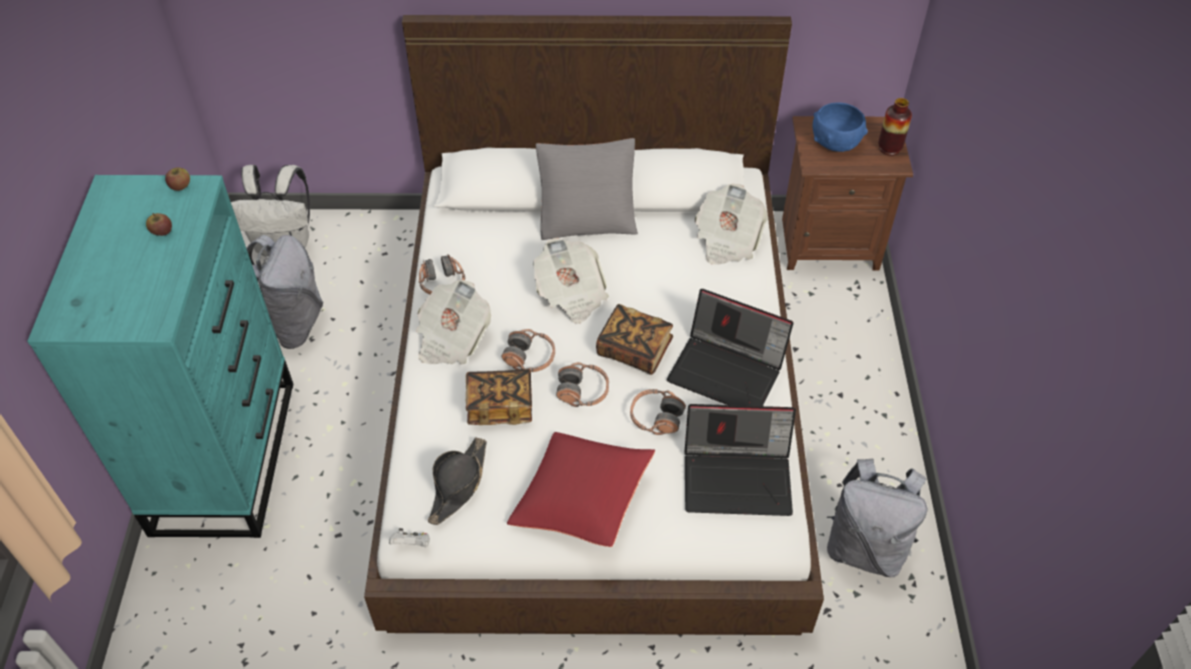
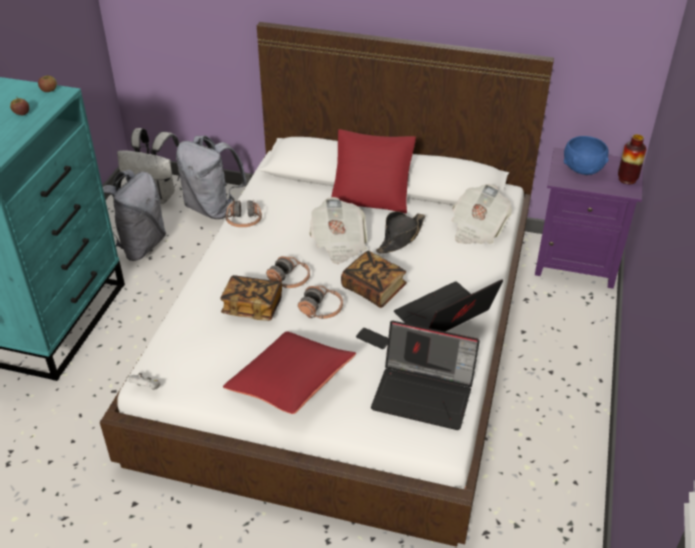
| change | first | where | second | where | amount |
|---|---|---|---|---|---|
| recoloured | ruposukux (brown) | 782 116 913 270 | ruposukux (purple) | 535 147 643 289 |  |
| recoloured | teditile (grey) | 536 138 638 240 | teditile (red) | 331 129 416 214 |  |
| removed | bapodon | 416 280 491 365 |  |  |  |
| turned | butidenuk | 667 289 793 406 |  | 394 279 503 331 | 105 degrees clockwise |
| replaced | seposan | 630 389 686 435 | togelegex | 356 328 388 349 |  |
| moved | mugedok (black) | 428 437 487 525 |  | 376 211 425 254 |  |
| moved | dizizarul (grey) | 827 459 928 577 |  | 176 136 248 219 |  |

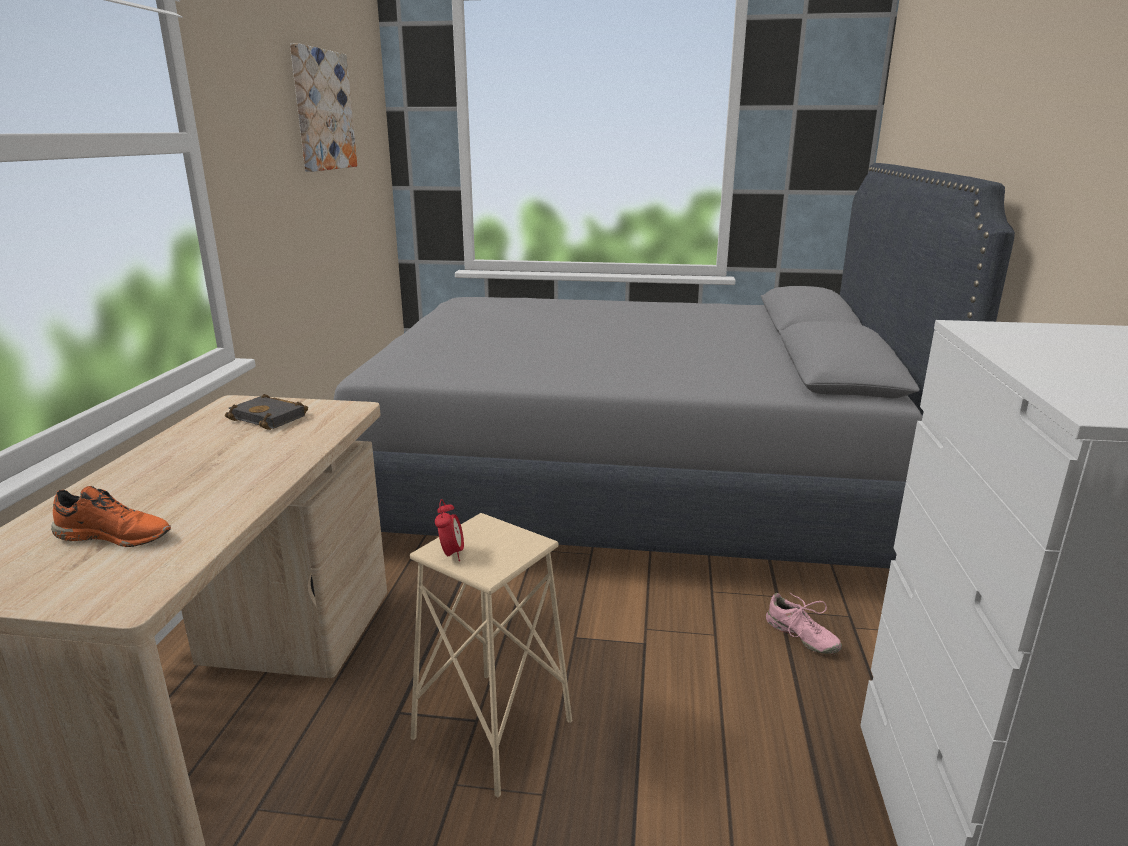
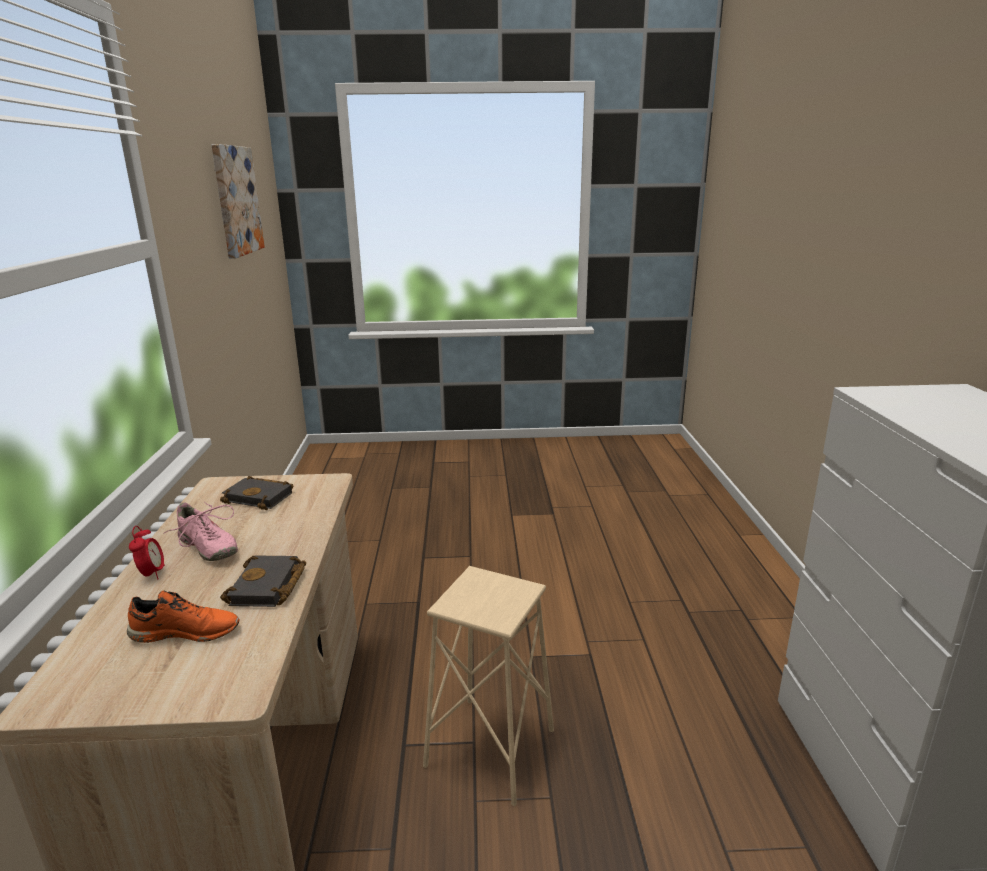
| change | first | where | second | where | amount |
|---|---|---|---|---|---|
| removed | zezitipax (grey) | 334 163 1015 568 |  |  |  |
| moved | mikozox | 435 499 464 561 |  | 129 526 165 580 |  |
| moved | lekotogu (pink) | 766 592 842 654 |  | 164 502 238 561 |  |
| added |  |  | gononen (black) | 220 556 306 607 |  |

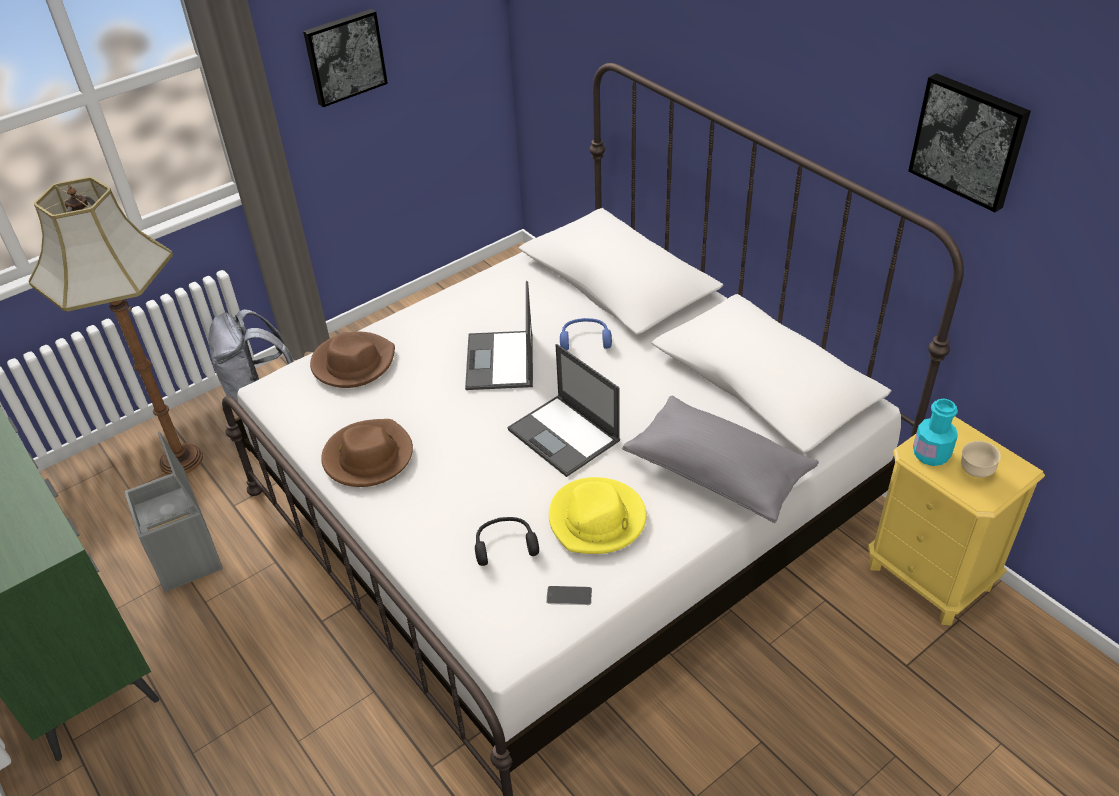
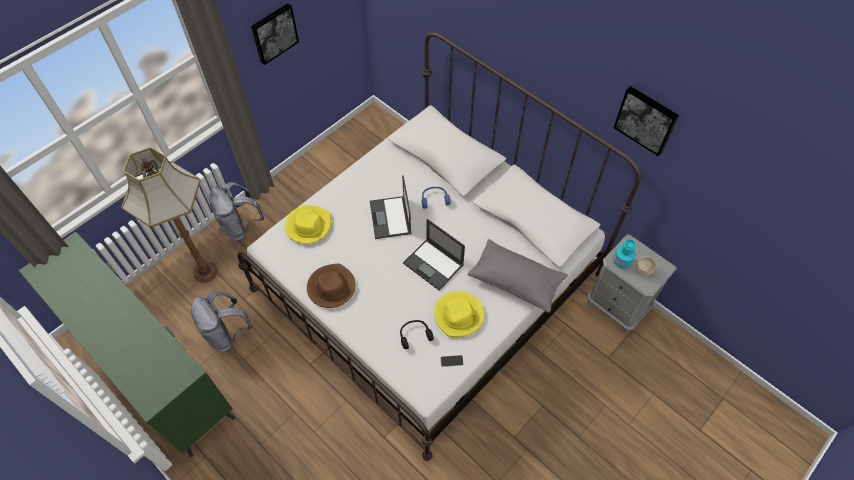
| change | first | where | second | where | amount |
|---|---|---|---|---|---|
| recoloured | mugedok (brown) | 310 332 395 388 | mugedok (yellow) | 285 205 331 244 |  |
| recoloured | ruposukux (yellow) | 868 417 1045 625 | ruposukux (grey) | 587 234 677 333 |  |
| replaced | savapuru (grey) | 124 431 223 592 | dizizarul (grey) | 191 291 253 352 |  |

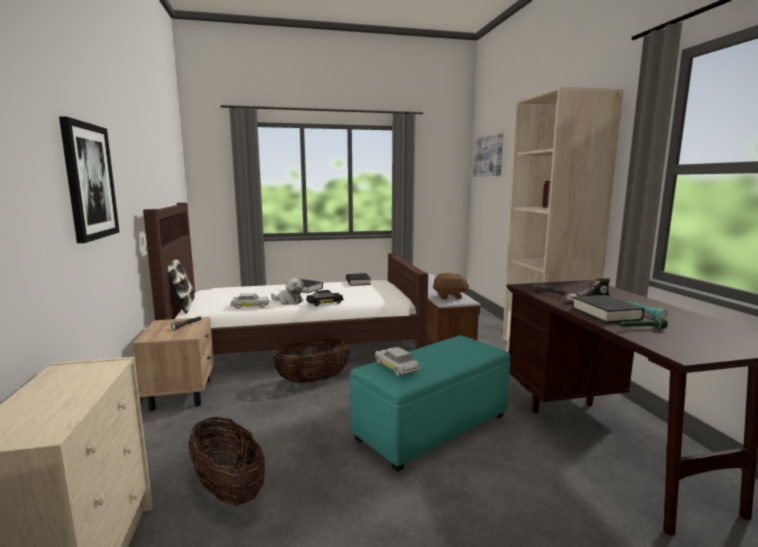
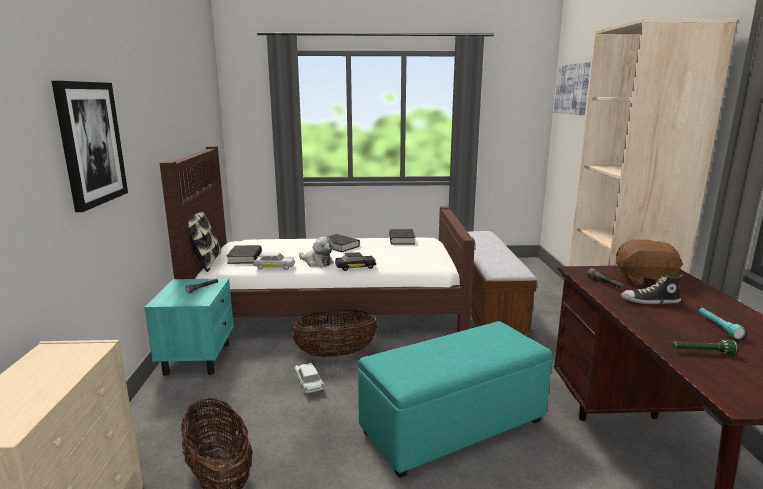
| change | first | where | second | where | amount |
|---|---|---|---|---|---|
| moved | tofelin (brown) | 433 273 469 299 |  | 616 239 683 285 |  |
| moved | gononen (black) | 572 295 645 323 |  | 227 245 262 264 |  |
| recoloured | ruposukux (beige) | 133 317 214 411 | ruposukux (turquoise) | 144 278 234 376 |  |
| moved | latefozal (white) | 375 347 420 376 |  | 295 363 324 394 |  |

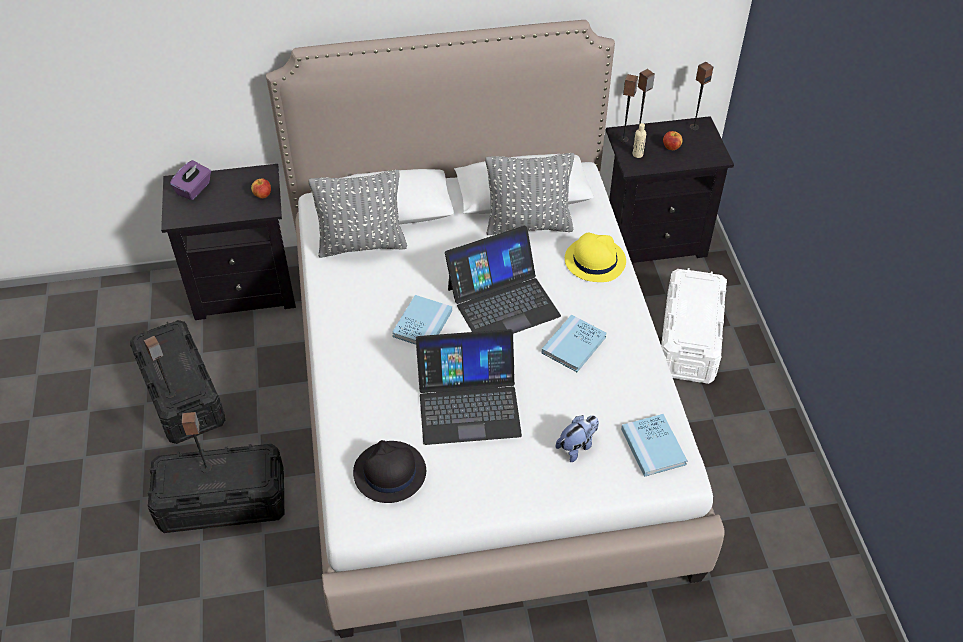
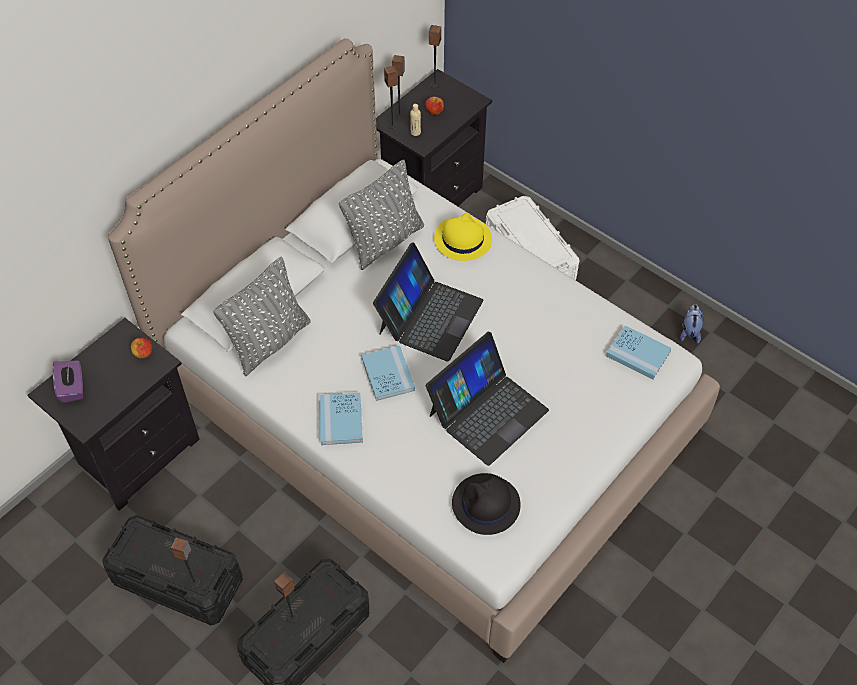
| change | first | where | second | where | amount |
|---|---|---|---|---|---|
| moved | gononen (blue) | 542 314 607 372 |  | 319 392 363 445 |  |
| moved | tofelin | 555 415 599 462 |  | 680 304 704 344 |  |

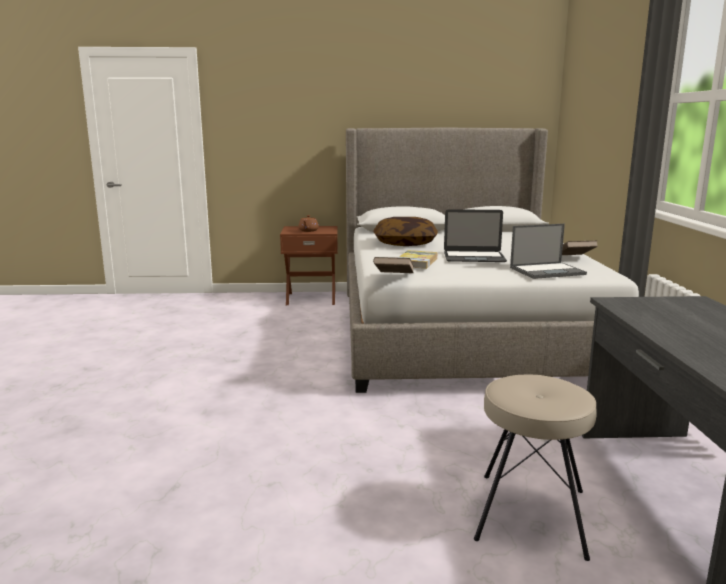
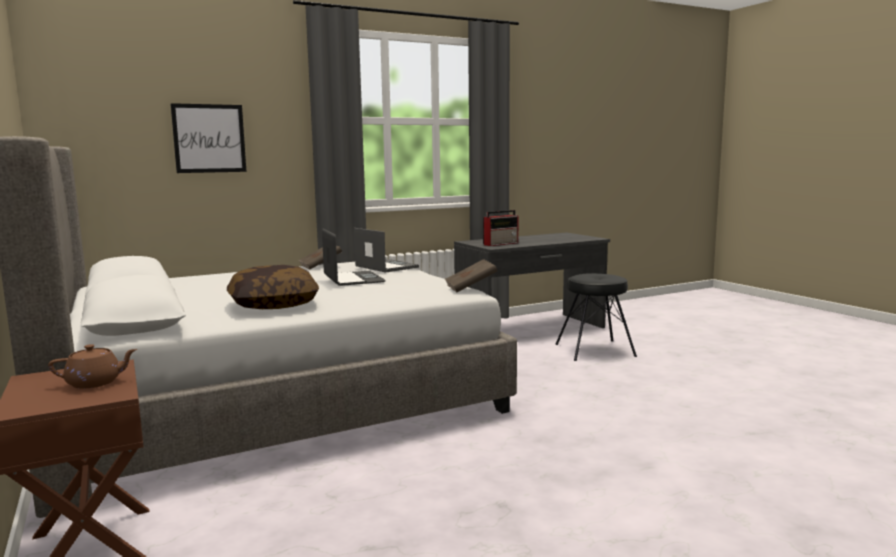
| change | first | where | second | where | amount |
|---|---|---|---|---|---|
| removed | gononen | 398 250 437 269 |  |  |  |
| recoloured | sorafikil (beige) | 474 375 596 561 | sorafikil (black) | 555 273 637 361 |  |
| added |  |  | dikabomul | 171 103 246 173 |  |
| added |  |  | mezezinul | 483 210 518 246 |  |

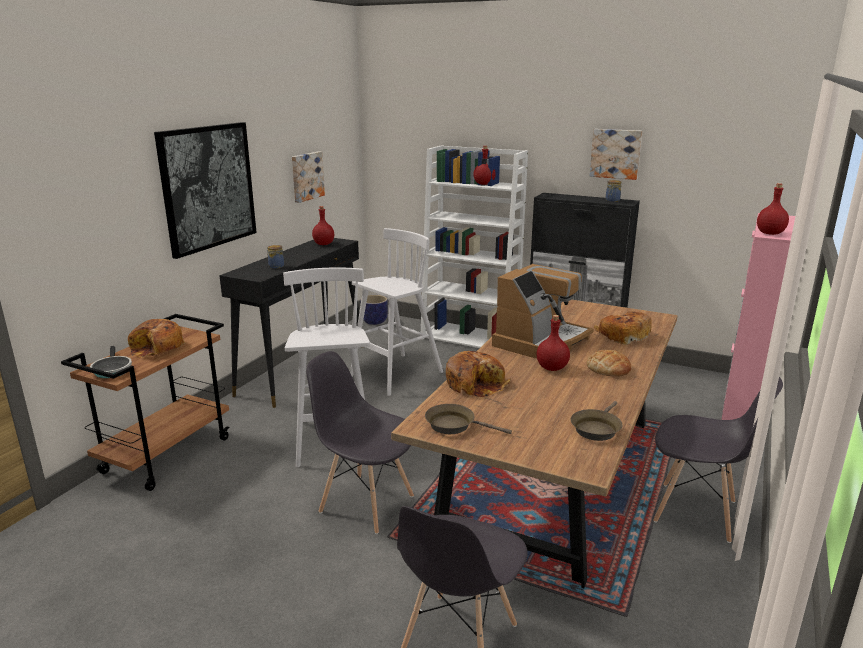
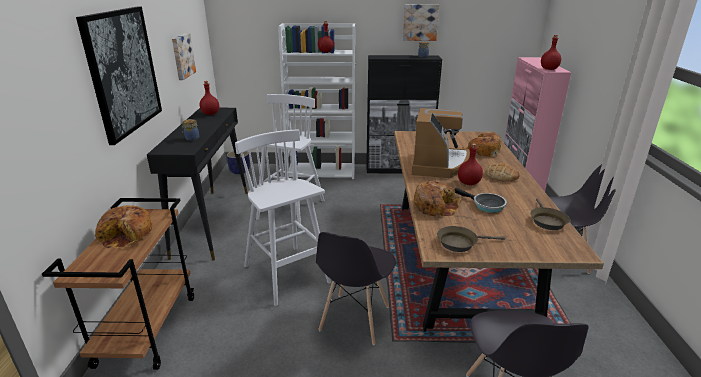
| change | first | where | second | where | amount |
|---|---|---|---|---|---|
| moved | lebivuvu | 90 346 132 378 |  | 454 188 507 213 |  |
| turned | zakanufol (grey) | 306 351 414 534 |  | 316 232 396 345 | 75 degrees counterclockwise |

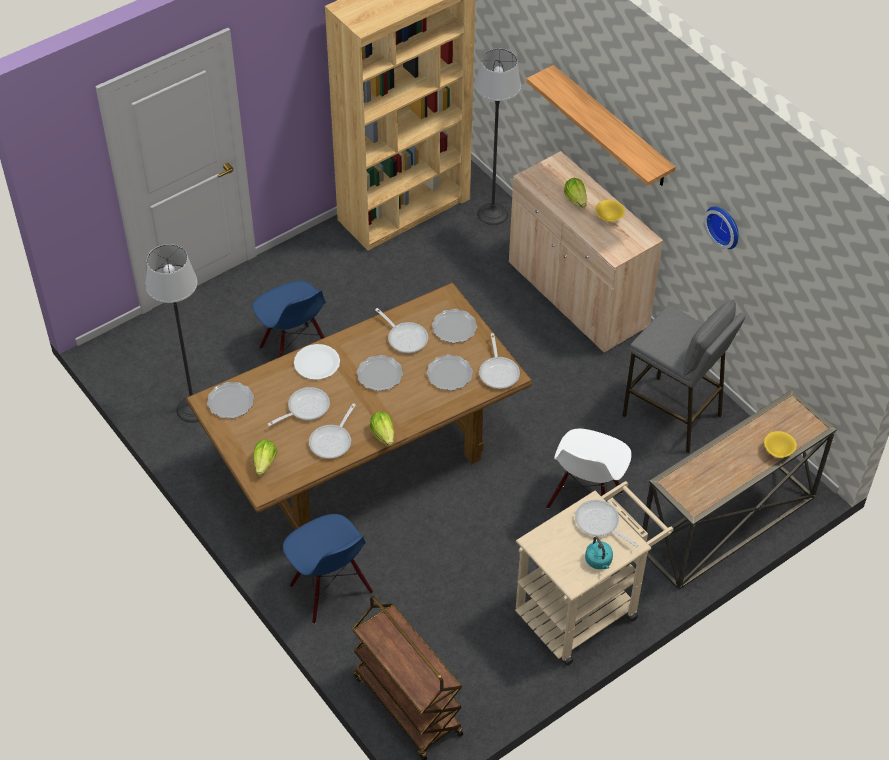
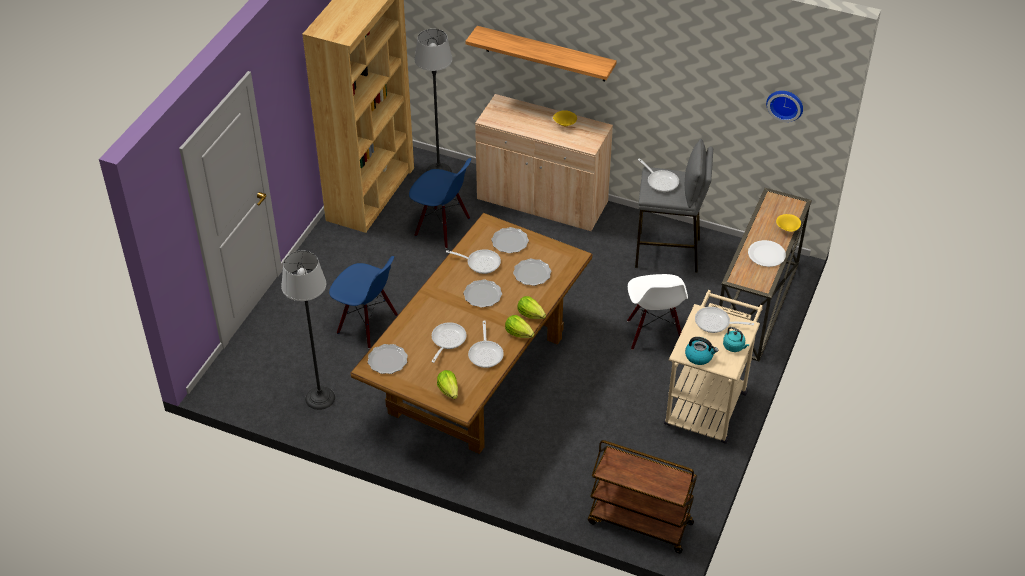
| change | first | where | second | where | amount |
|---|---|---|---|---|---|
| moved | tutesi | 564 178 587 208 |  | 518 296 546 319 |  |
| moved | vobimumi | 704 206 739 249 |  | 766 91 803 122 |  |
| moved | lebivuvu | 479 333 520 389 |  | 638 158 679 192 |  |
| moved | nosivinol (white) | 294 344 340 380 |  | 748 240 786 267 |  |
| moved | zakanufol (blue) | 283 514 373 624 |  | 409 158 471 249 |  |
| added |  |  | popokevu | 685 337 718 365 |  |

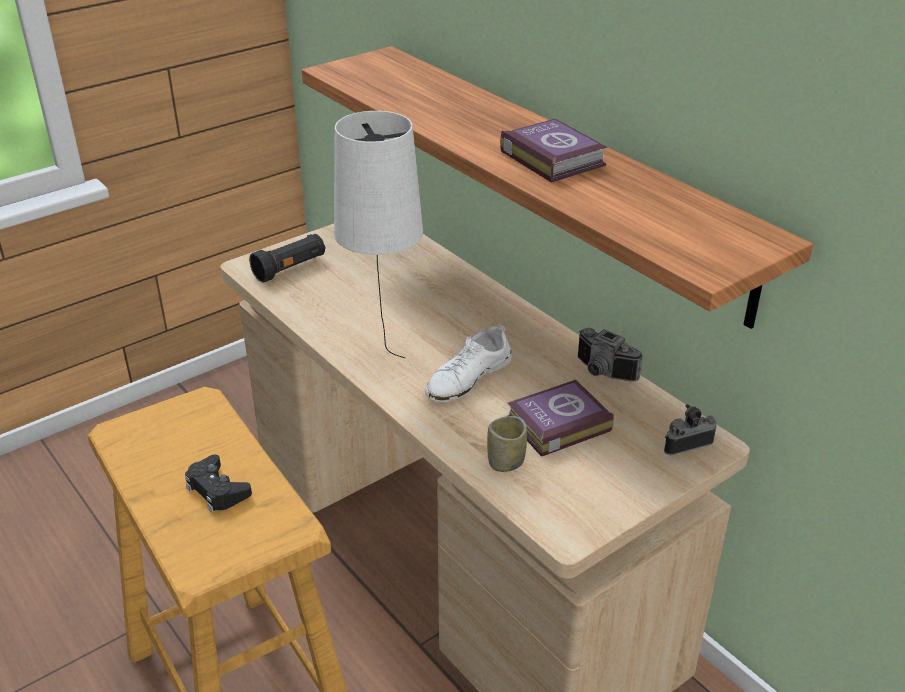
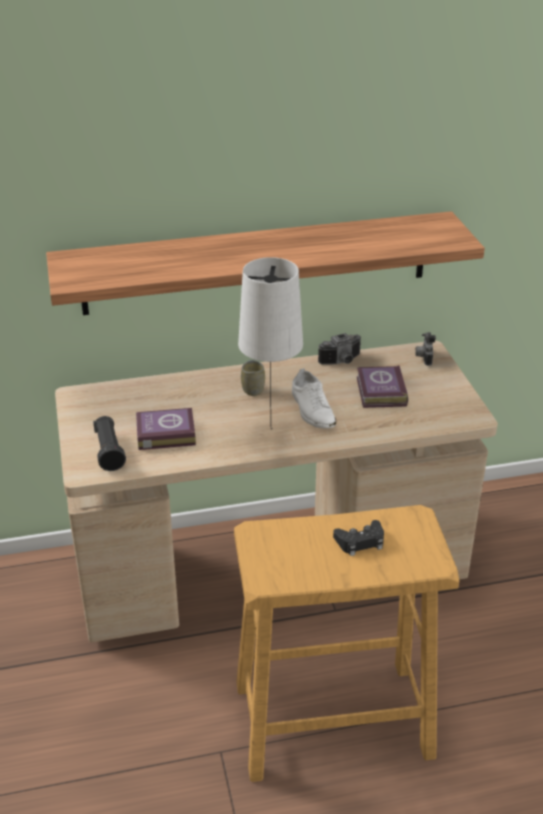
| change | first | where | second | where | amount |
|---|---|---|---|---|---|
| moved | gononen | 500 119 607 183 |  | 136 408 196 450 |  |
| moved | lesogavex | 487 416 527 472 |  | 241 360 265 396 |  |

